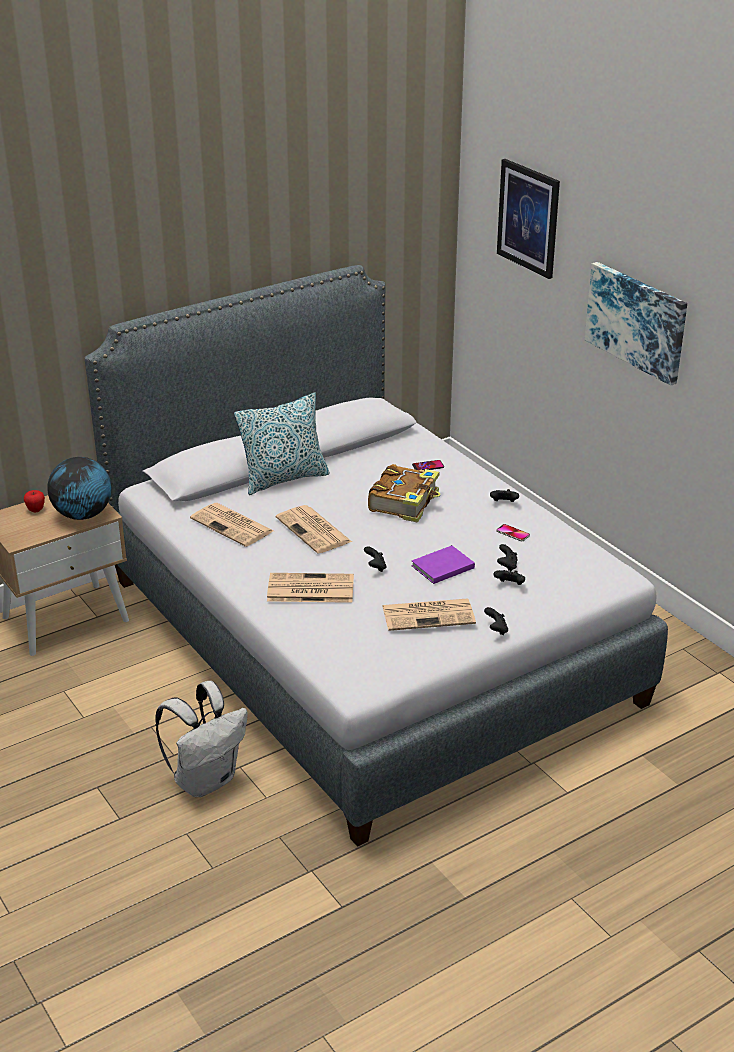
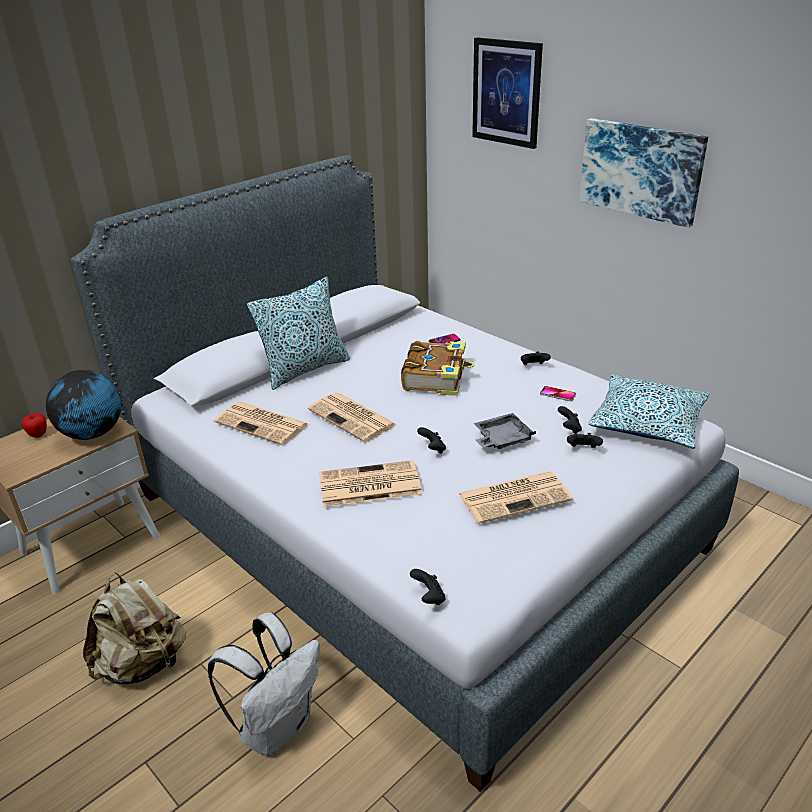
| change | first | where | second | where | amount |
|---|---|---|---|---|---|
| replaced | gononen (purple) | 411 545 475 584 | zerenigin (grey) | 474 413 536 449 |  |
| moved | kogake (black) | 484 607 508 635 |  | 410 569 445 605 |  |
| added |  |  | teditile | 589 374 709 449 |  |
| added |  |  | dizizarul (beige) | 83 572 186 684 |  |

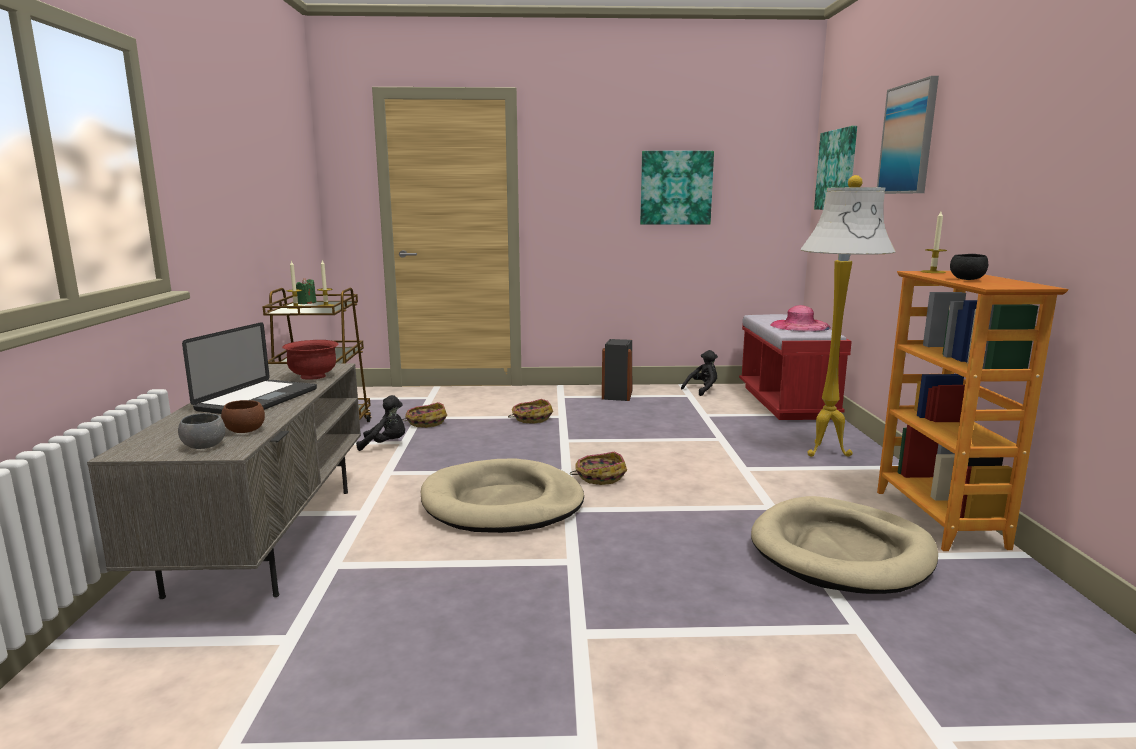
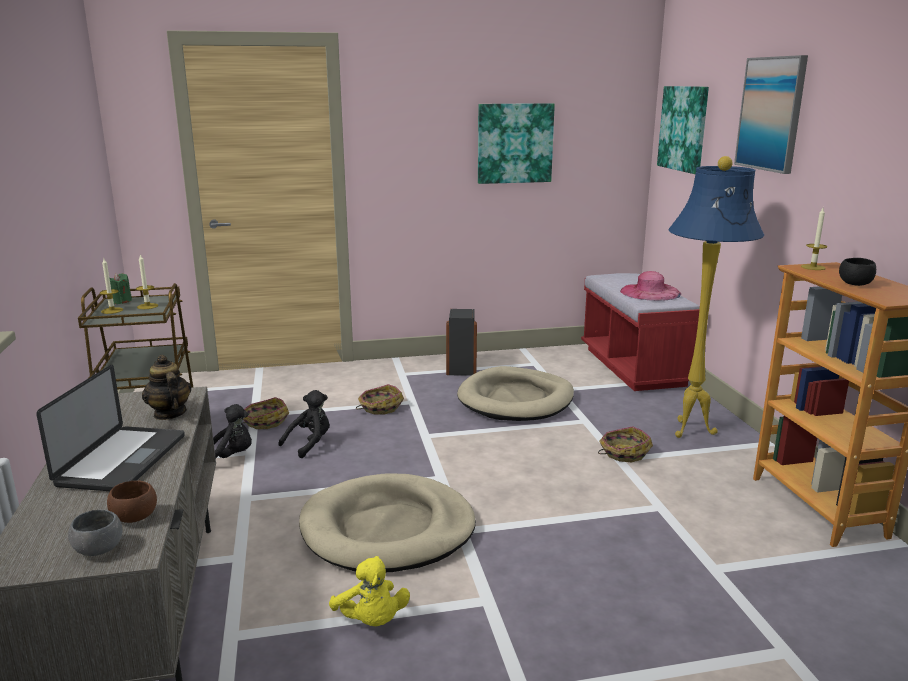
| change | first | where | second | where | amount |
|---|---|---|---|---|---|
| recoloured | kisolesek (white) | 800 175 896 457 | kisolesek (blue) | 669 156 764 438 |  |
| replaced | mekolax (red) | 282 340 339 380 | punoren | 142 355 191 420 |  |
| moved | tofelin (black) | 681 350 718 396 |  | 278 390 330 458 |  |
| moved | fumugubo | 570 451 627 485 |  | 598 426 653 462 |  |
| moved | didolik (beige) | 751 496 938 594 |  | 457 366 574 421 |  |
| added |  |  | tofelin (yellow) | 329 556 410 626 |  |

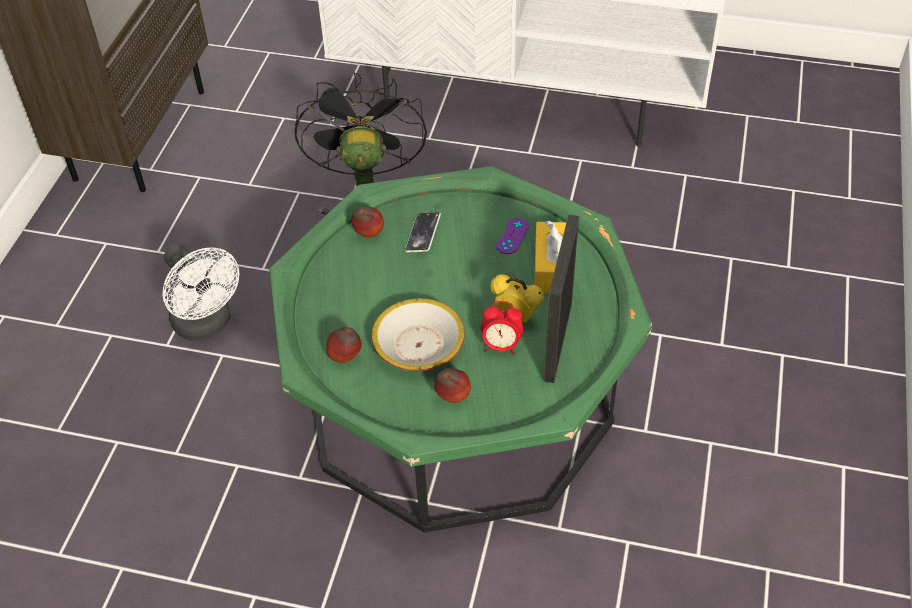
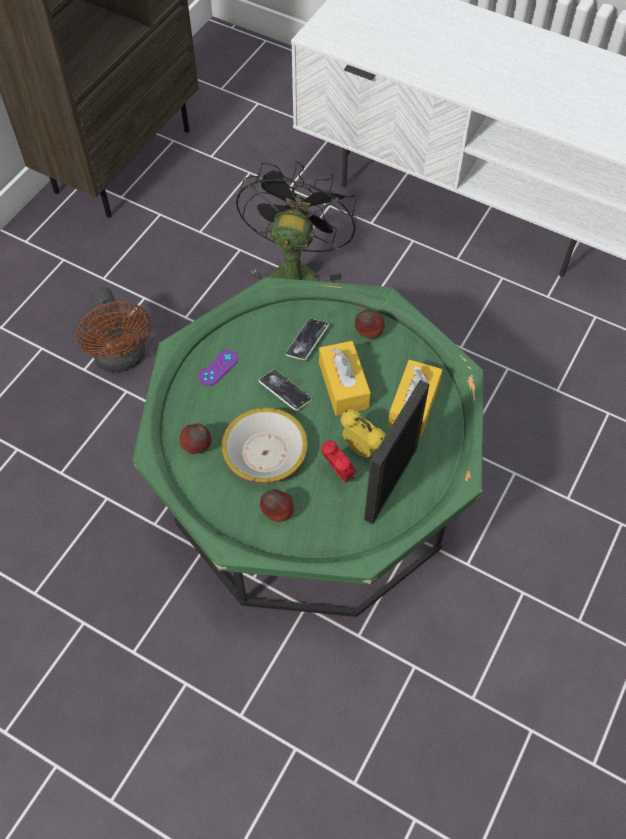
| change | first | where | second | where | amount |
|---|---|---|---|---|---|
| moved | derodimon | 352 206 384 238 |  | 355 309 385 338 |  |
| moved | kogake (purple) | 496 218 529 254 |  | 198 349 238 386 |  |
| recoloured | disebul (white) | 163 244 239 341 | disebul (brown) | 77 287 151 373 |  |
| turned | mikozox | 481 301 523 355 |  | 321 440 356 483 | 150 degrees counterclockwise |
| added |  |  | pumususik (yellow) | 319 341 371 416 |  |
| added |  |  | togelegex | 258 370 312 411 |  |

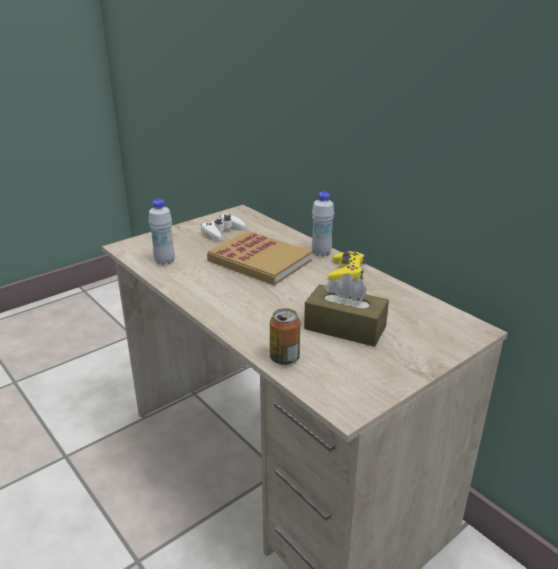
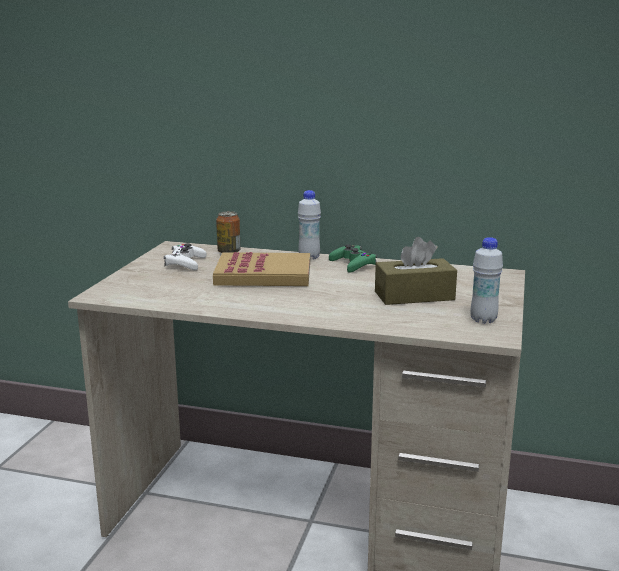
| change | first | where | second | where | amount |
|---|---|---|---|---|---|
| moved | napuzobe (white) | 149 199 175 265 |  | 470 237 503 324 |  |
| recoloured | kogake (yellow) | 328 252 365 281 | kogake (green) | 329 244 377 273 |  |
| moved | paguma | 270 308 300 365 |  | 216 211 240 253 |  |

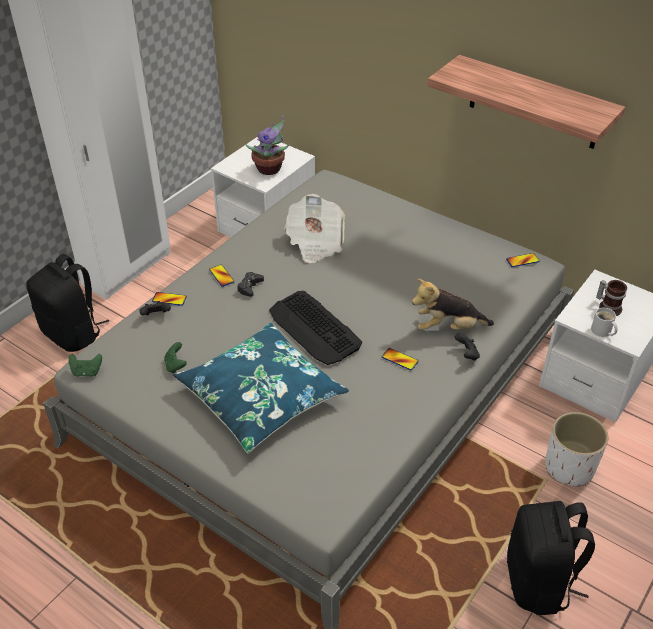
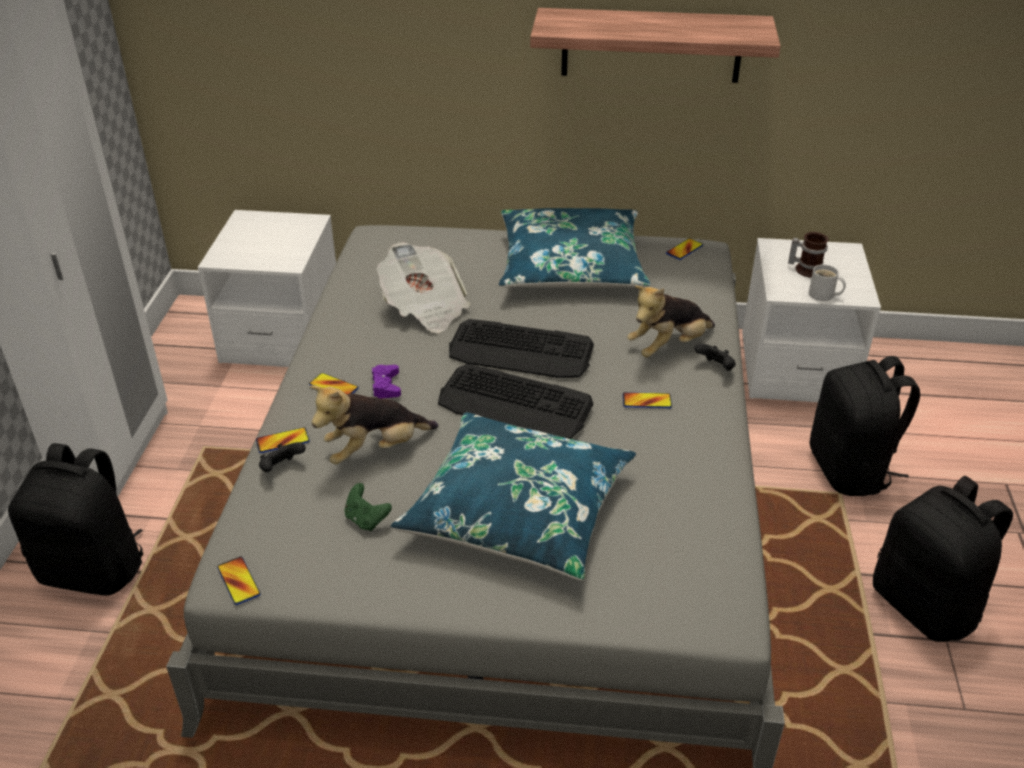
| change | first | where | second | where | amount |
|---|---|---|---|---|---|
| removed | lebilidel | 245 116 289 175 |  |  |  |
| recoloured | kogake (black) | 237 272 264 297 | kogake (purple) | 371 365 401 398 |  |
| replaced | kogake (green) | 69 354 102 377 | togelegex | 217 557 261 605 |  |
| replaced | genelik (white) | 545 412 608 487 | dizizarul (black) | 810 356 920 496 |  |
| added |  |  | teditile (blue) | 499 208 650 288 |  |
| added |  |  | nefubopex | 449 319 594 378 |  |
| added |  |  | tofelin | 310 385 438 464 |  |

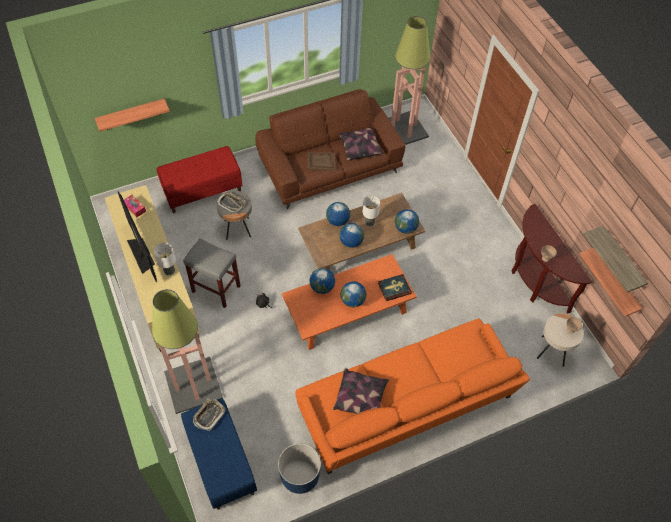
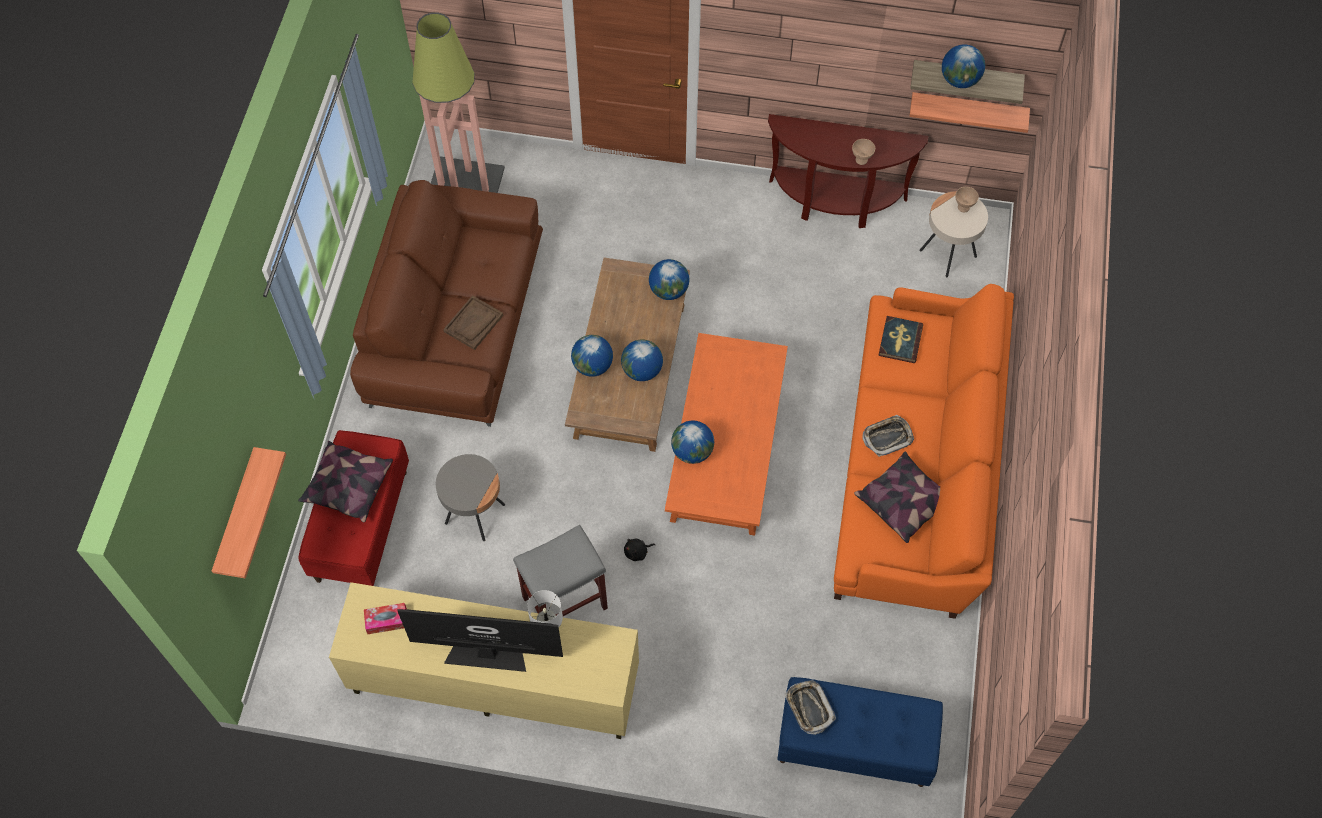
| change | first | where | second | where | amount |
|---|---|---|---|---|---|
| moved | teditile | 338 127 384 161 |  | 298 441 393 523 |  |
| moved | zerenigin | 217 192 245 214 |  | 862 415 914 457 |  |
| removed | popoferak | 362 196 380 227 |  |  |  |
| moved | gononen | 378 274 412 301 |  | 878 316 923 363 |  |
| moved | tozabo | 341 281 366 307 |  | 942 44 985 88 |  |
| removed | kisolesek | 152 289 223 414 |  |  |  |
| removed | genelik (blue) | 278 443 321 494 |  |  |  |

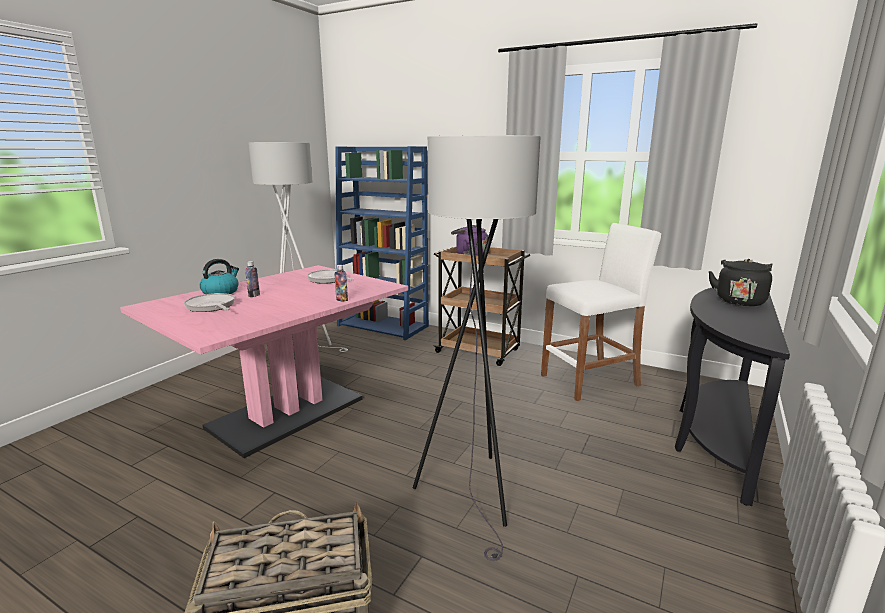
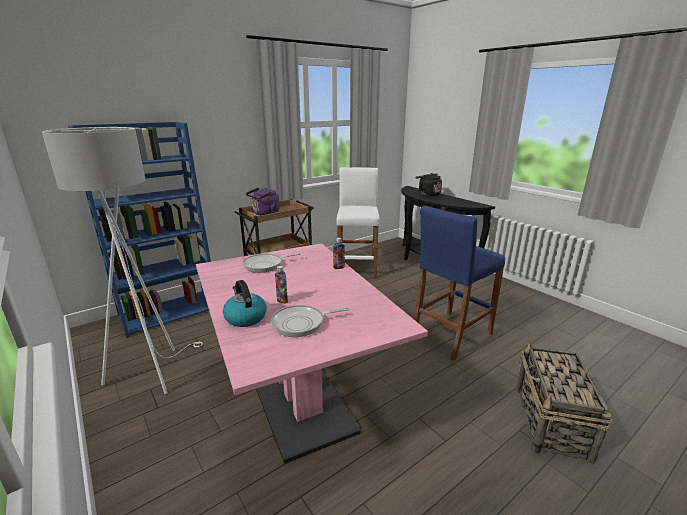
| change | first | where | second | where | amount |
|---|---|---|---|---|---|
| replaced | kisolesek (grey) | 413 135 541 561 | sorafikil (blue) | 414 206 505 361 |  |

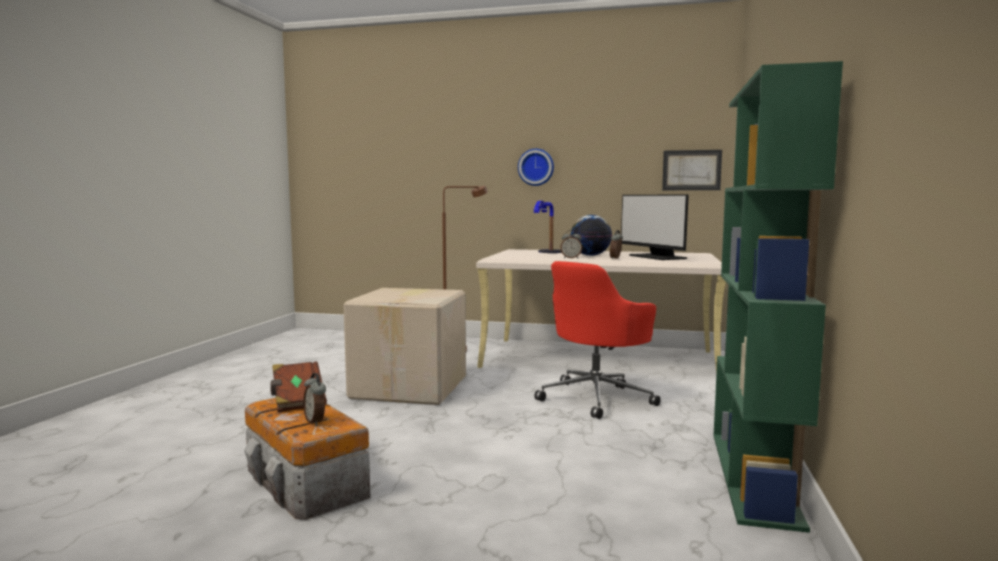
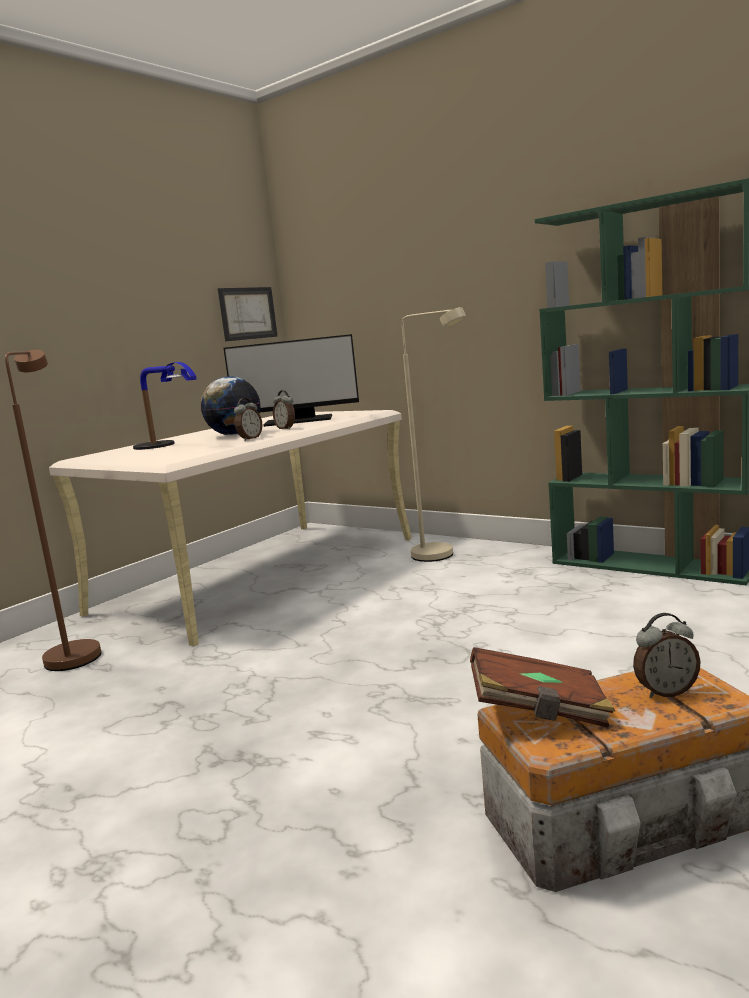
| change | first | where | second | where | amount |
|---|---|---|---|---|---|
| removed | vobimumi | 518 149 554 186 |  |  |  |
| removed | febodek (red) | 534 261 661 419 |  |  |  |
| removed | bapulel | 343 288 466 405 |  |  |  |
| added |  |  | kisolesek (beige) | 402 307 466 562 |  |

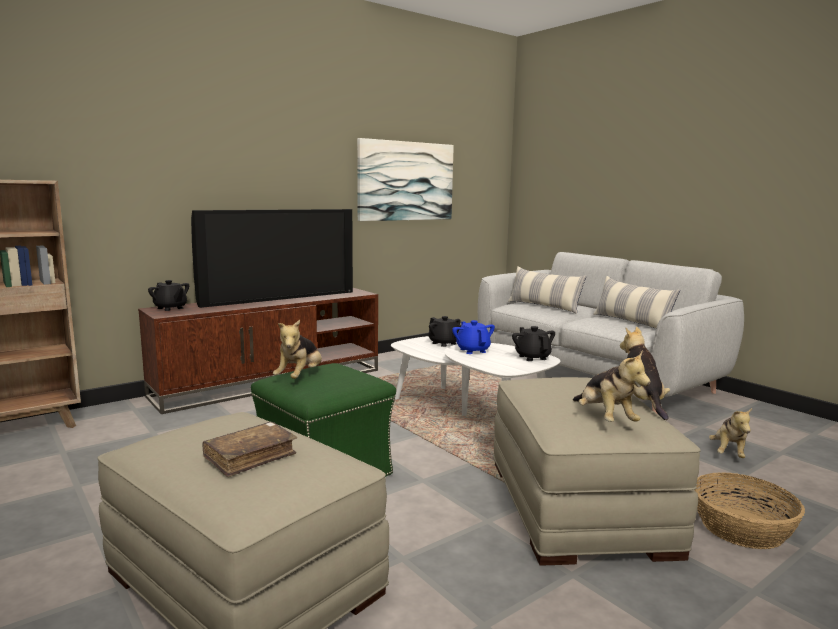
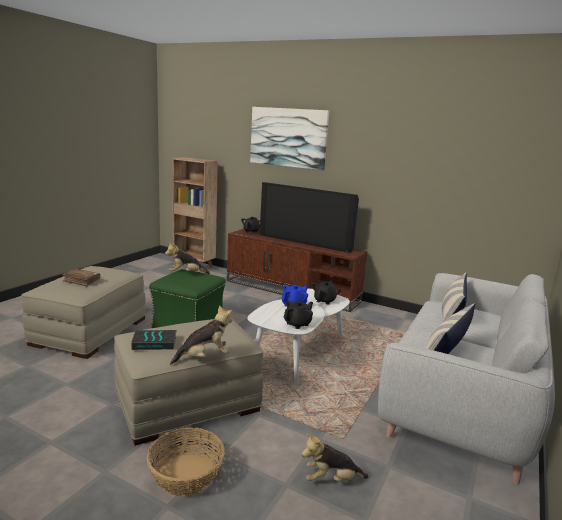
| change | first | where | second | where | amount |
|---|---|---|---|---|---|
| moved | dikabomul | 357 138 454 221 |  | 250 107 329 170 |  |
| replaced | tofelin | 573 350 651 422 | gononen | 131 330 177 350 |  |

